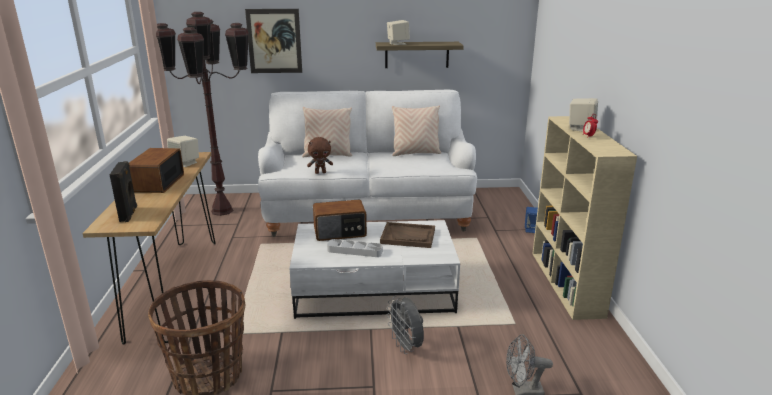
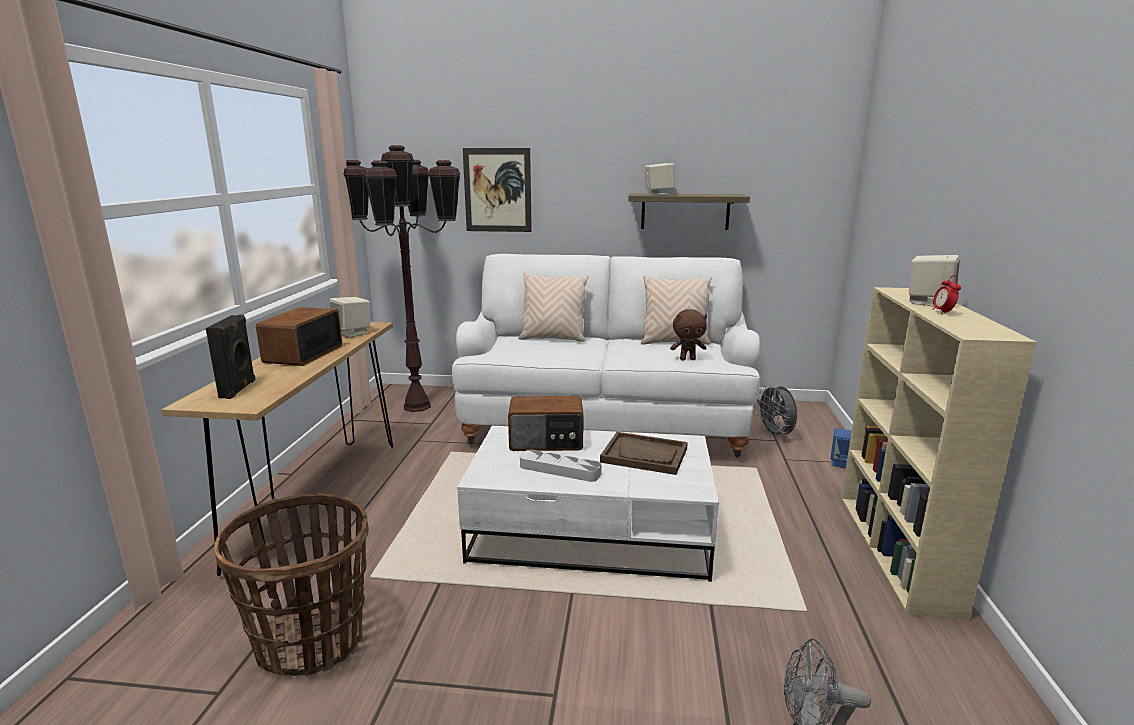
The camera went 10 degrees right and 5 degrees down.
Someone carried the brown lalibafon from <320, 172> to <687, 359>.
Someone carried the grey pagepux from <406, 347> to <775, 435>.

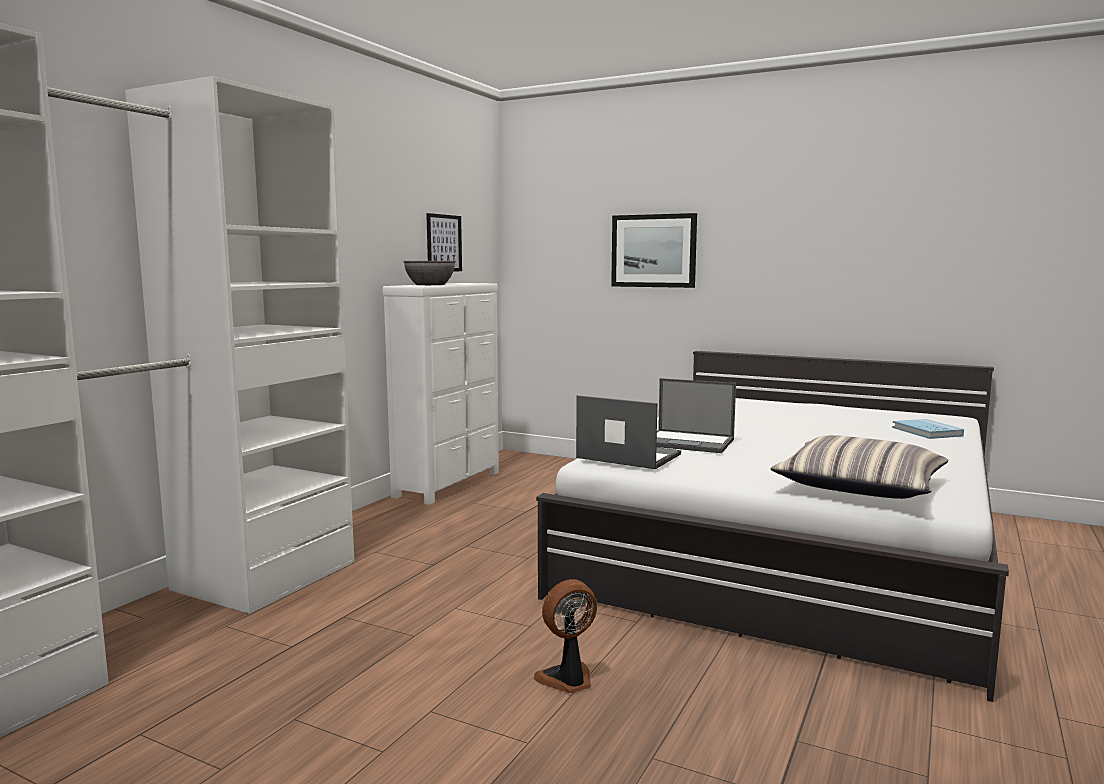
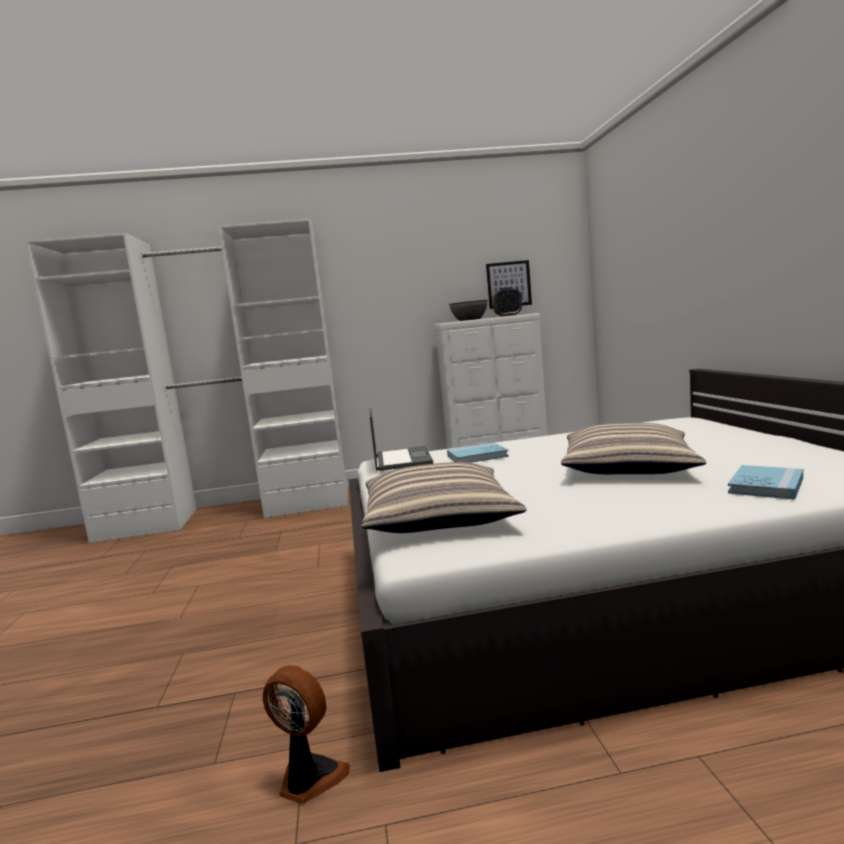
The camera went 55 degrees right and 0 degrees up.
Someone took away the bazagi at <653, 251>.
Someone swapped the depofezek at <689, 442> for the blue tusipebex at <477, 456>.
Someone carried the pagepux from <568, 680> to <309, 779>.
Someone put down the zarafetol at <508, 315>.
Someone put down the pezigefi at <627, 466>.

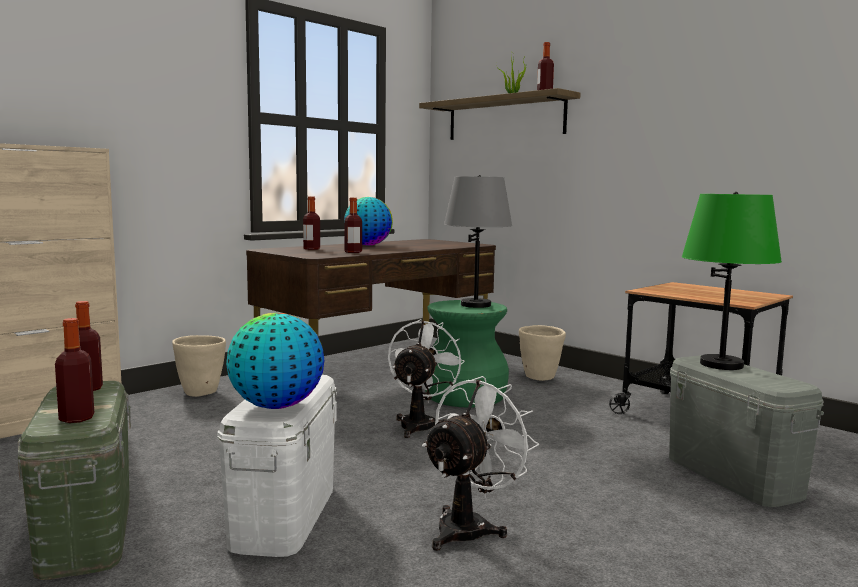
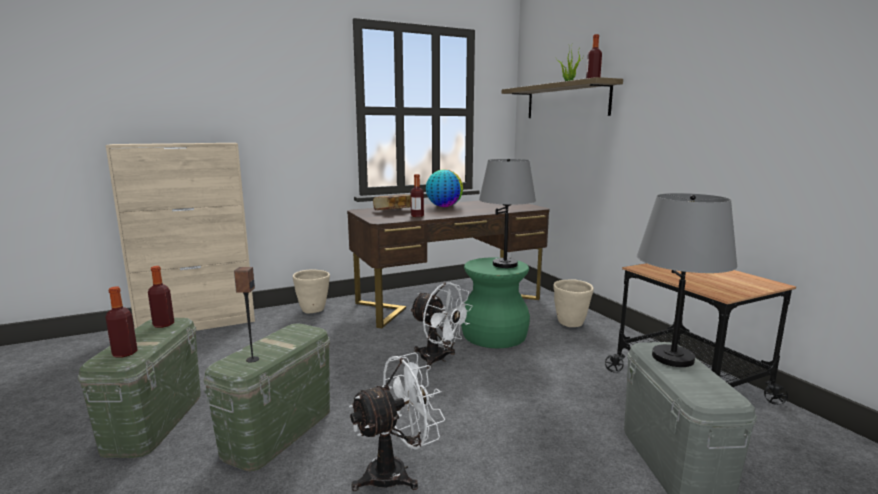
The camera went 20 degrees right and 5 degrees up.
Someone repainted the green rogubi at <722, 365>, which became the grey rogubi at <673, 358>.
Someone swapped the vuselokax at <311, 249> for the tusipebex at <394, 211>.
Someone swapped the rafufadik at <276, 406> for the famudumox at <252, 359>.
Someone rotated the white pagepux at <420, 424> by 90 degrees clockwise.
Someone repainted the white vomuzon at <284, 515>, which became the green vomuzon at <278, 431>.

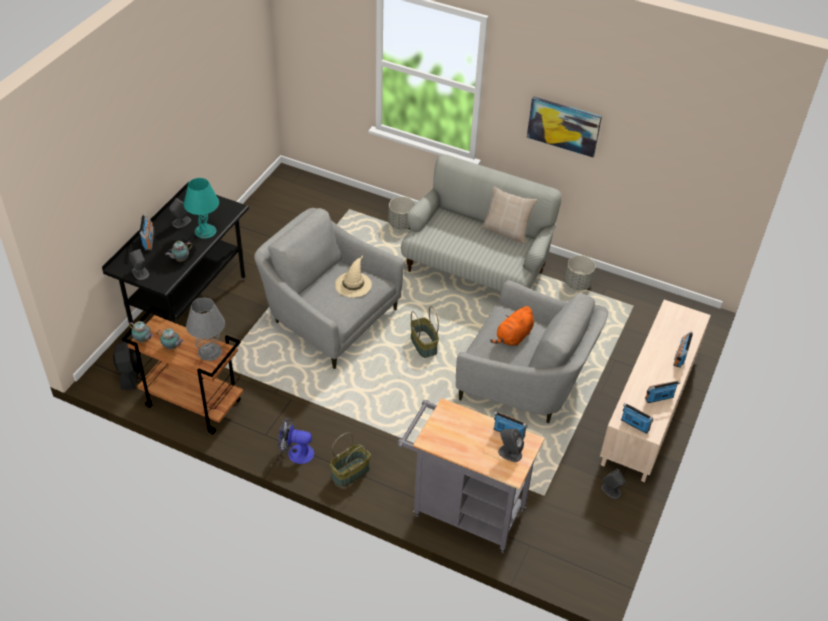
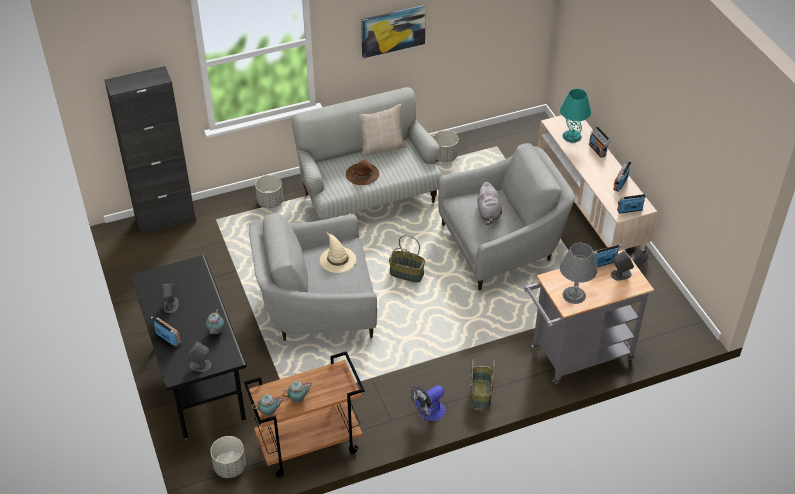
The camera went 45 degrees left and 0 degrees up.
Someone carried the turquoise rogubi from <205, 231> to <571, 136>.
Someone carried the grey rogubi from <210, 351> to <573, 295>.
Someone repainted the orange lalibafon at <513, 337>, which became the grey lalibafon at <488, 213>.
Someone swapped the black pagepux at <130, 374> for the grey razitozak at <229, 467>.
Someone put down the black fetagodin at <165, 220>.
Someone put down the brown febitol at <363, 174>.

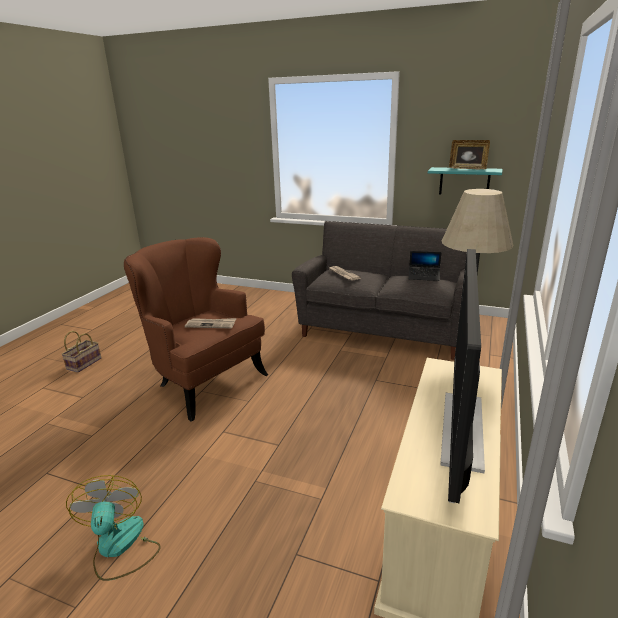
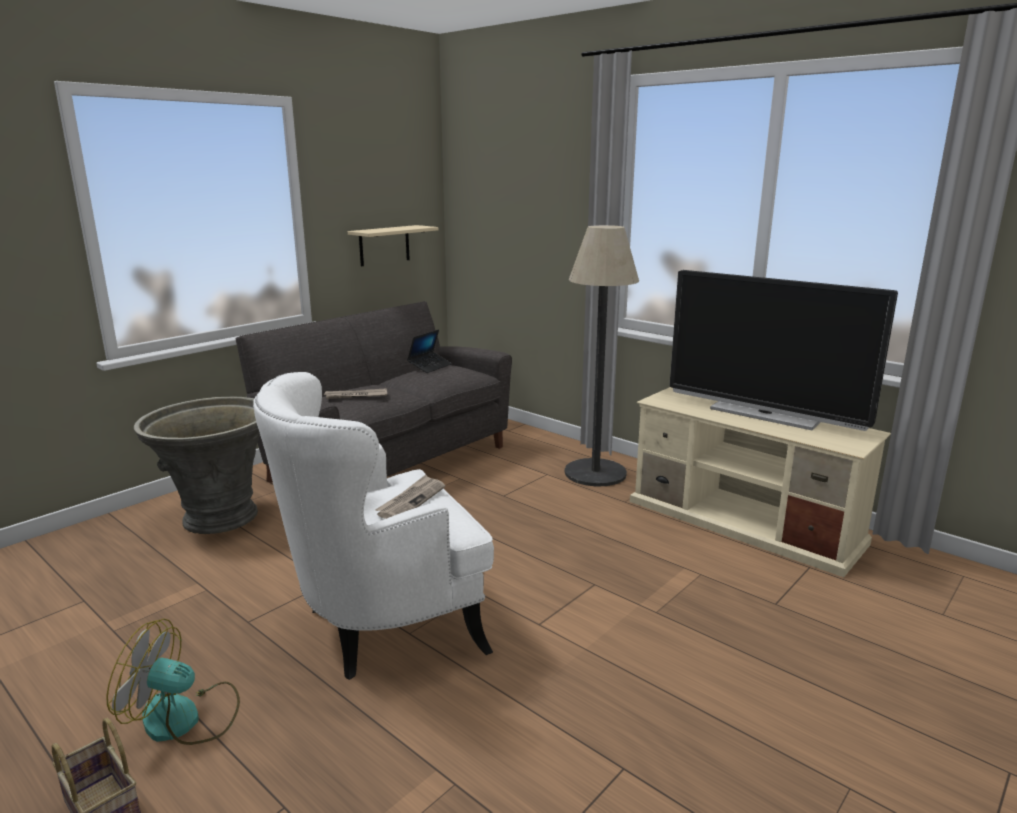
The camera went 70 degrees left and 5 degrees down.
Someone took away the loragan at <467, 168>.
Someone repainted the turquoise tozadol at <464, 181>, which became the beige tozadol at <384, 245>.
Someone repainted the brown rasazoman at <204, 381>, which became the white rasazoman at <381, 626>.
Someone carried the pagepux from <119, 547> to <184, 719>.
Someone put down the grey razitozak at <219, 517>.

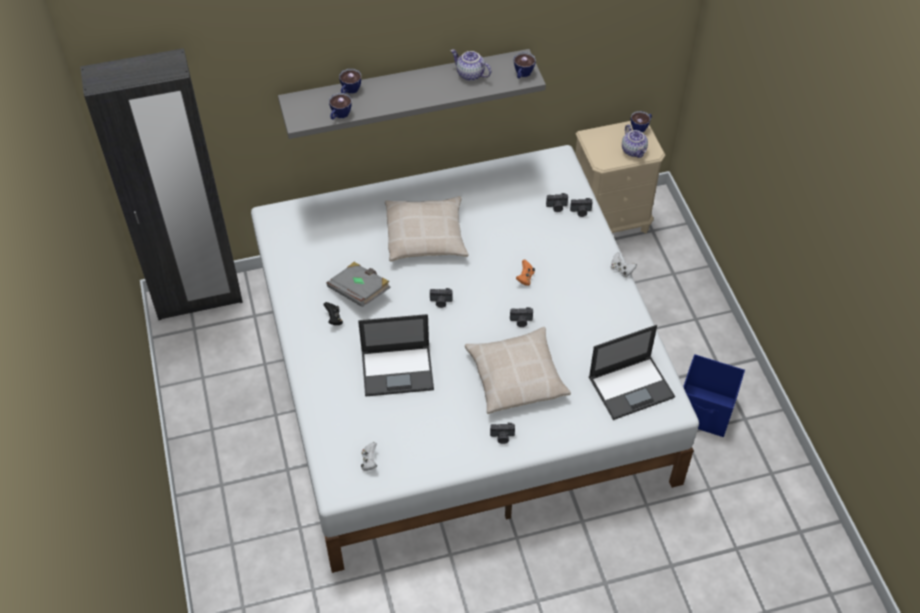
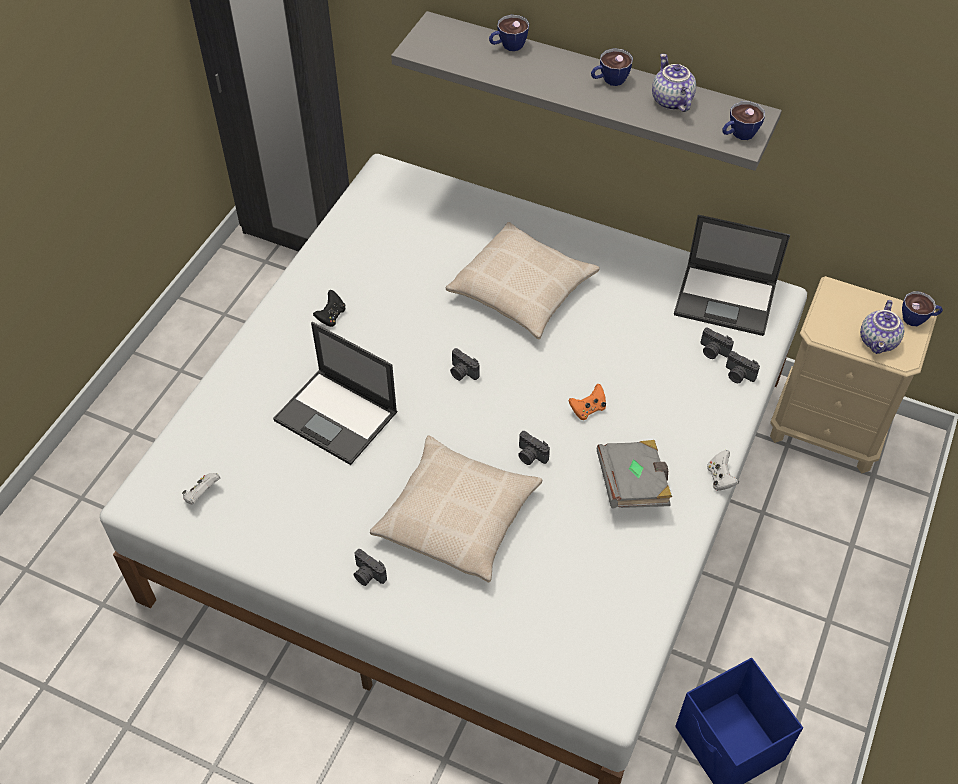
The camera went 40 degrees right and 0 degrees up.
Someone carried the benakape from <339, 115> to <609, 80>.
Someone carried the grey tusipebex from <360, 291> to <633, 484>.
Someone carried the depofezek from <632, 387> to <726, 299>.

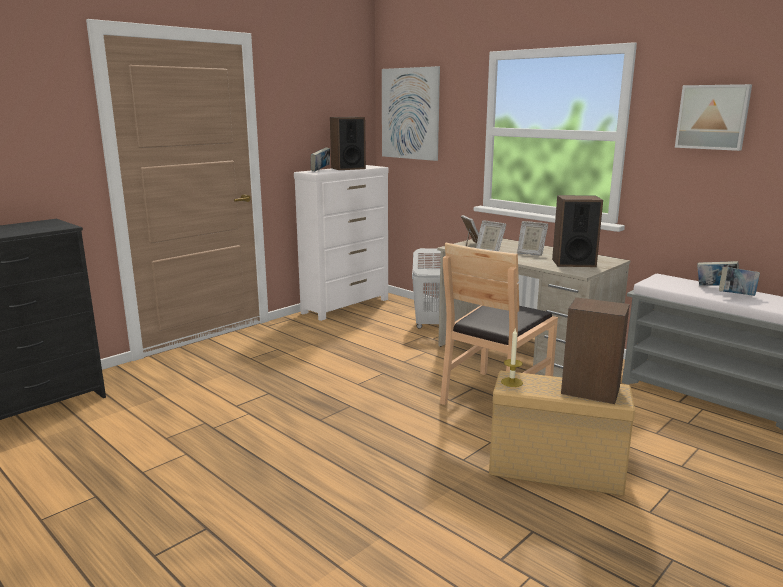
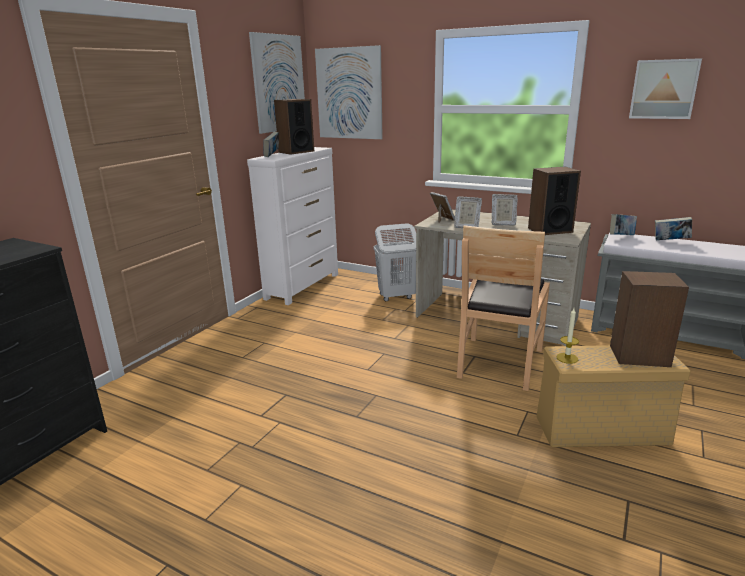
The camera went 15 degrees left and 5 degrees up.
Someone carried the tusipebex from <736, 296> to <621, 237>.
Someone put up the bazagi at <279, 83>.

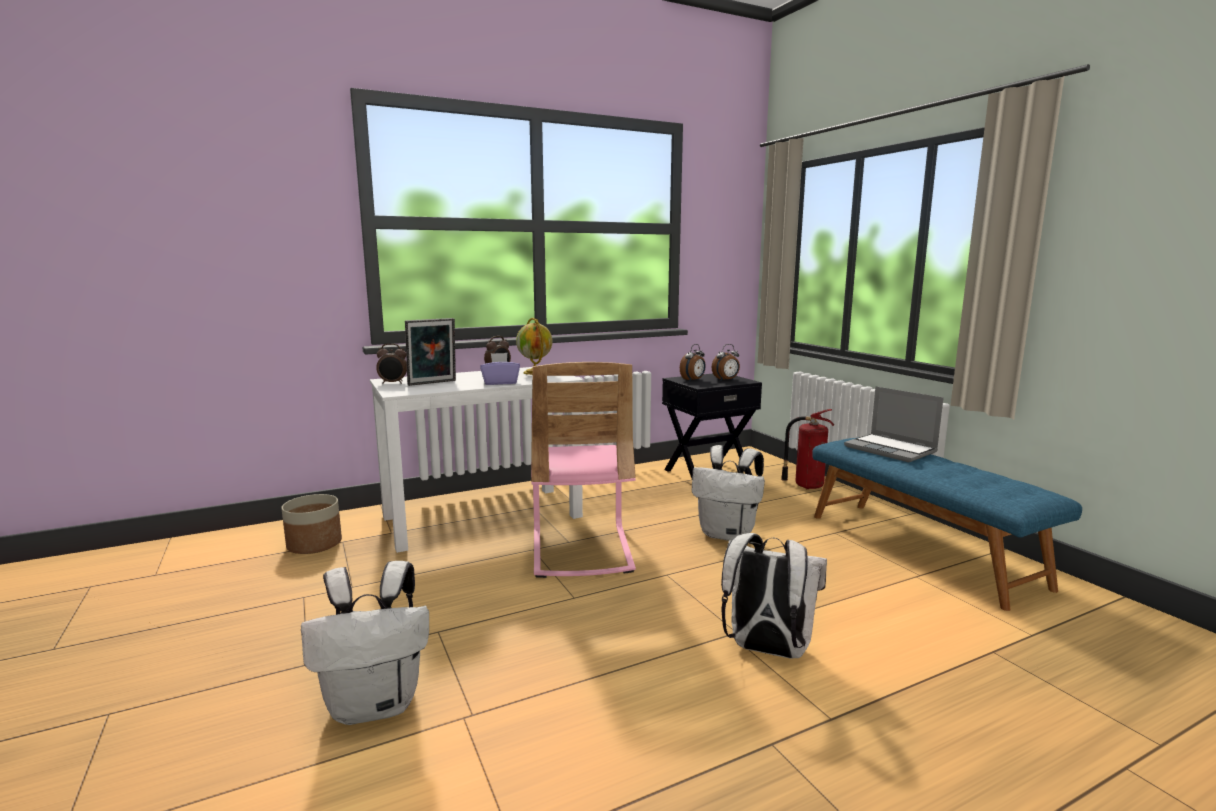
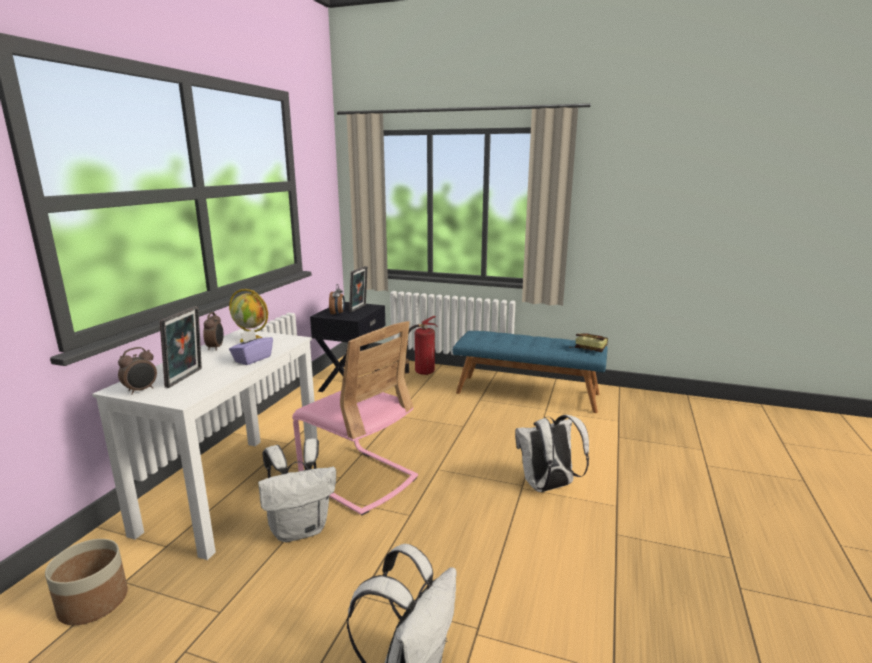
The camera went 45 degrees left and 5 degrees up.
Someone swapped the zarafetol at <726, 380> for the loragan at <359, 308>.
Someone took away the depofezek at <891, 450>.
Someone carried the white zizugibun from <728, 534> to <300, 529>.
Someone put down the tusipebex at <587, 349>.

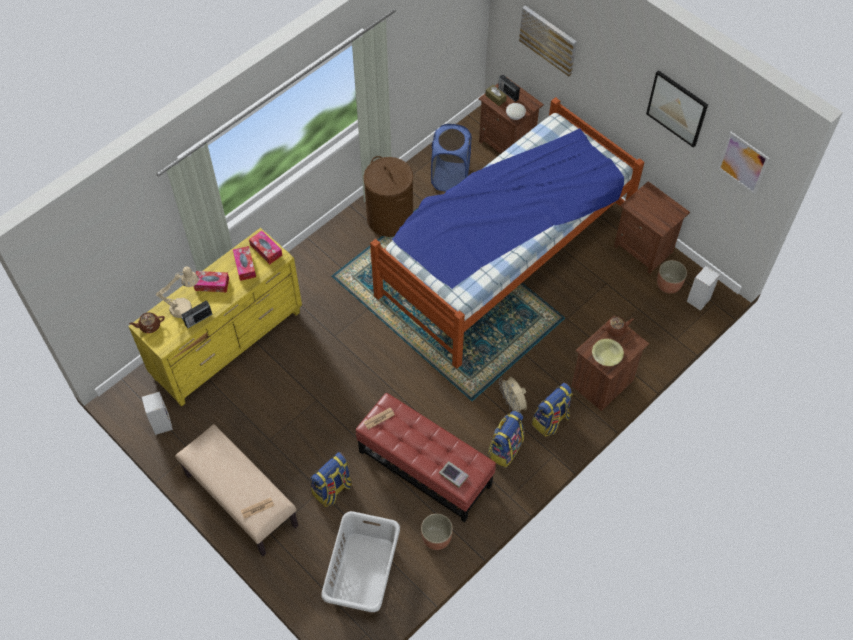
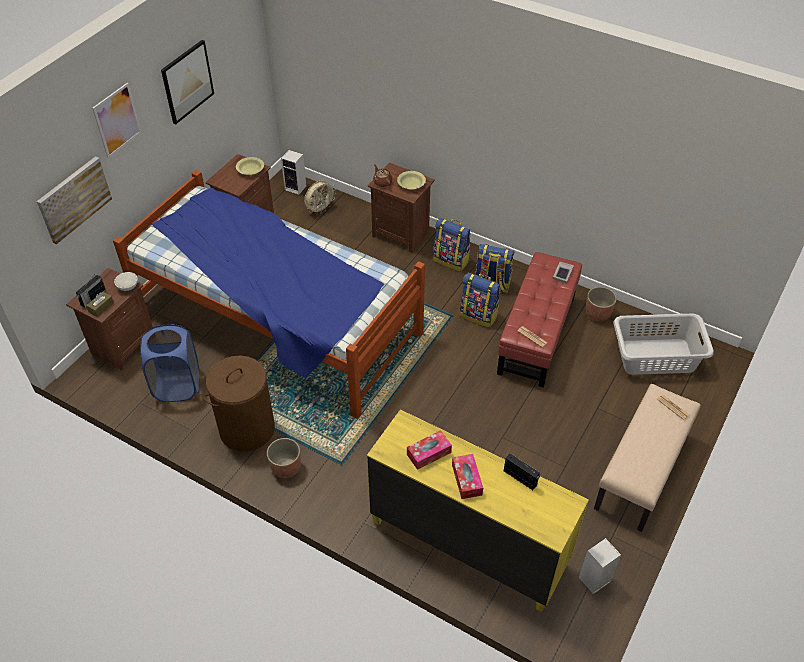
The camera went 105 degrees left and 10 degrees down.
Someone carried the bazagi from <743, 162> to <117, 120>.
Someone took away the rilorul at <266, 250>.
Someone carried the razitozak from <668, 284> to <285, 467>.
Someone took away the beige rogubi at <185, 306>.
Someone took away the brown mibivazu at <149, 326>.
Someone carried the beige pagepux from <513, 404> to <320, 209>.
Someone carried the zizugibun from <332, 490> to <479, 315>.
Someone put down the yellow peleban at <250, 170>.

